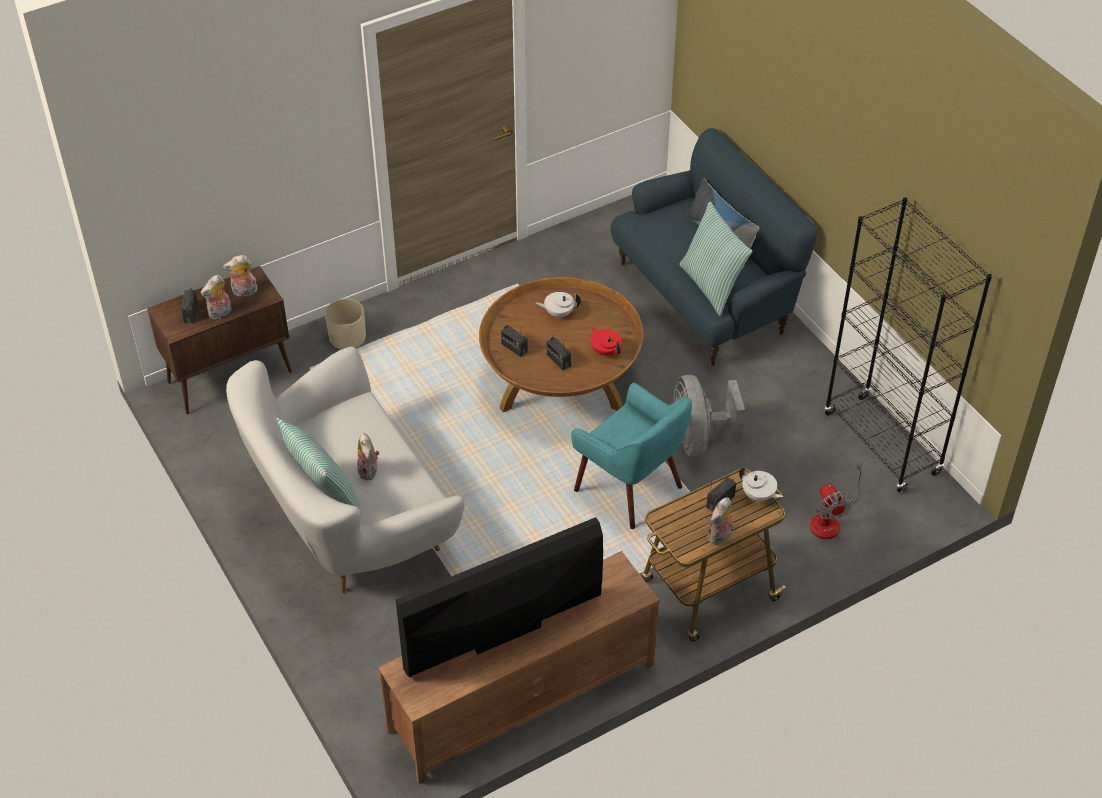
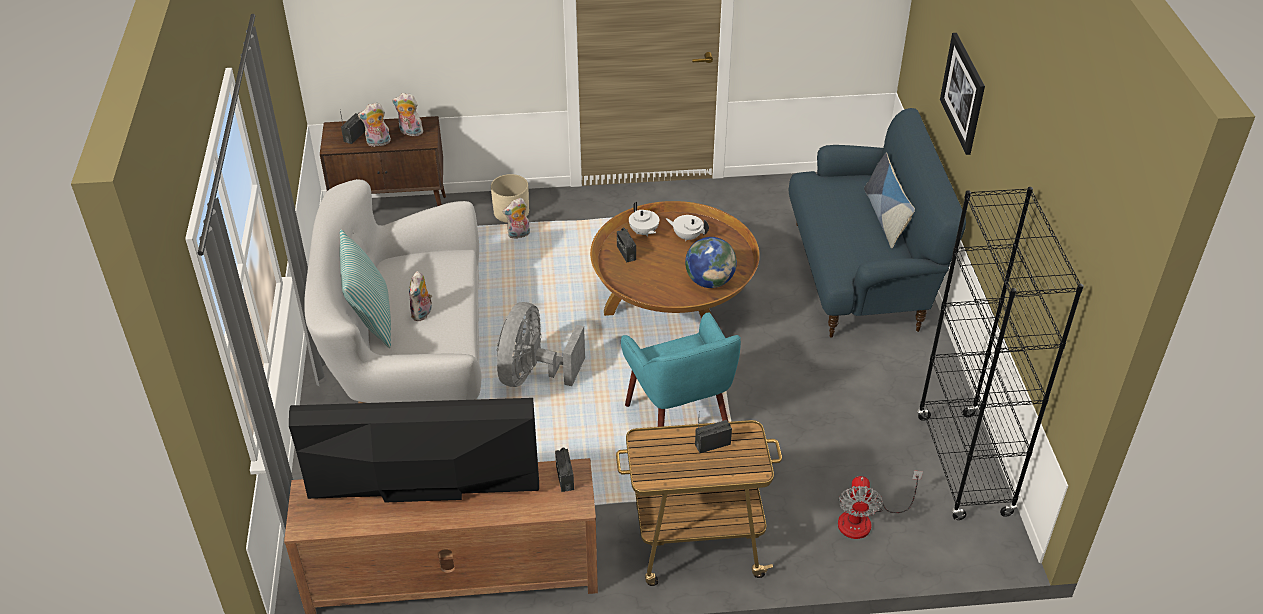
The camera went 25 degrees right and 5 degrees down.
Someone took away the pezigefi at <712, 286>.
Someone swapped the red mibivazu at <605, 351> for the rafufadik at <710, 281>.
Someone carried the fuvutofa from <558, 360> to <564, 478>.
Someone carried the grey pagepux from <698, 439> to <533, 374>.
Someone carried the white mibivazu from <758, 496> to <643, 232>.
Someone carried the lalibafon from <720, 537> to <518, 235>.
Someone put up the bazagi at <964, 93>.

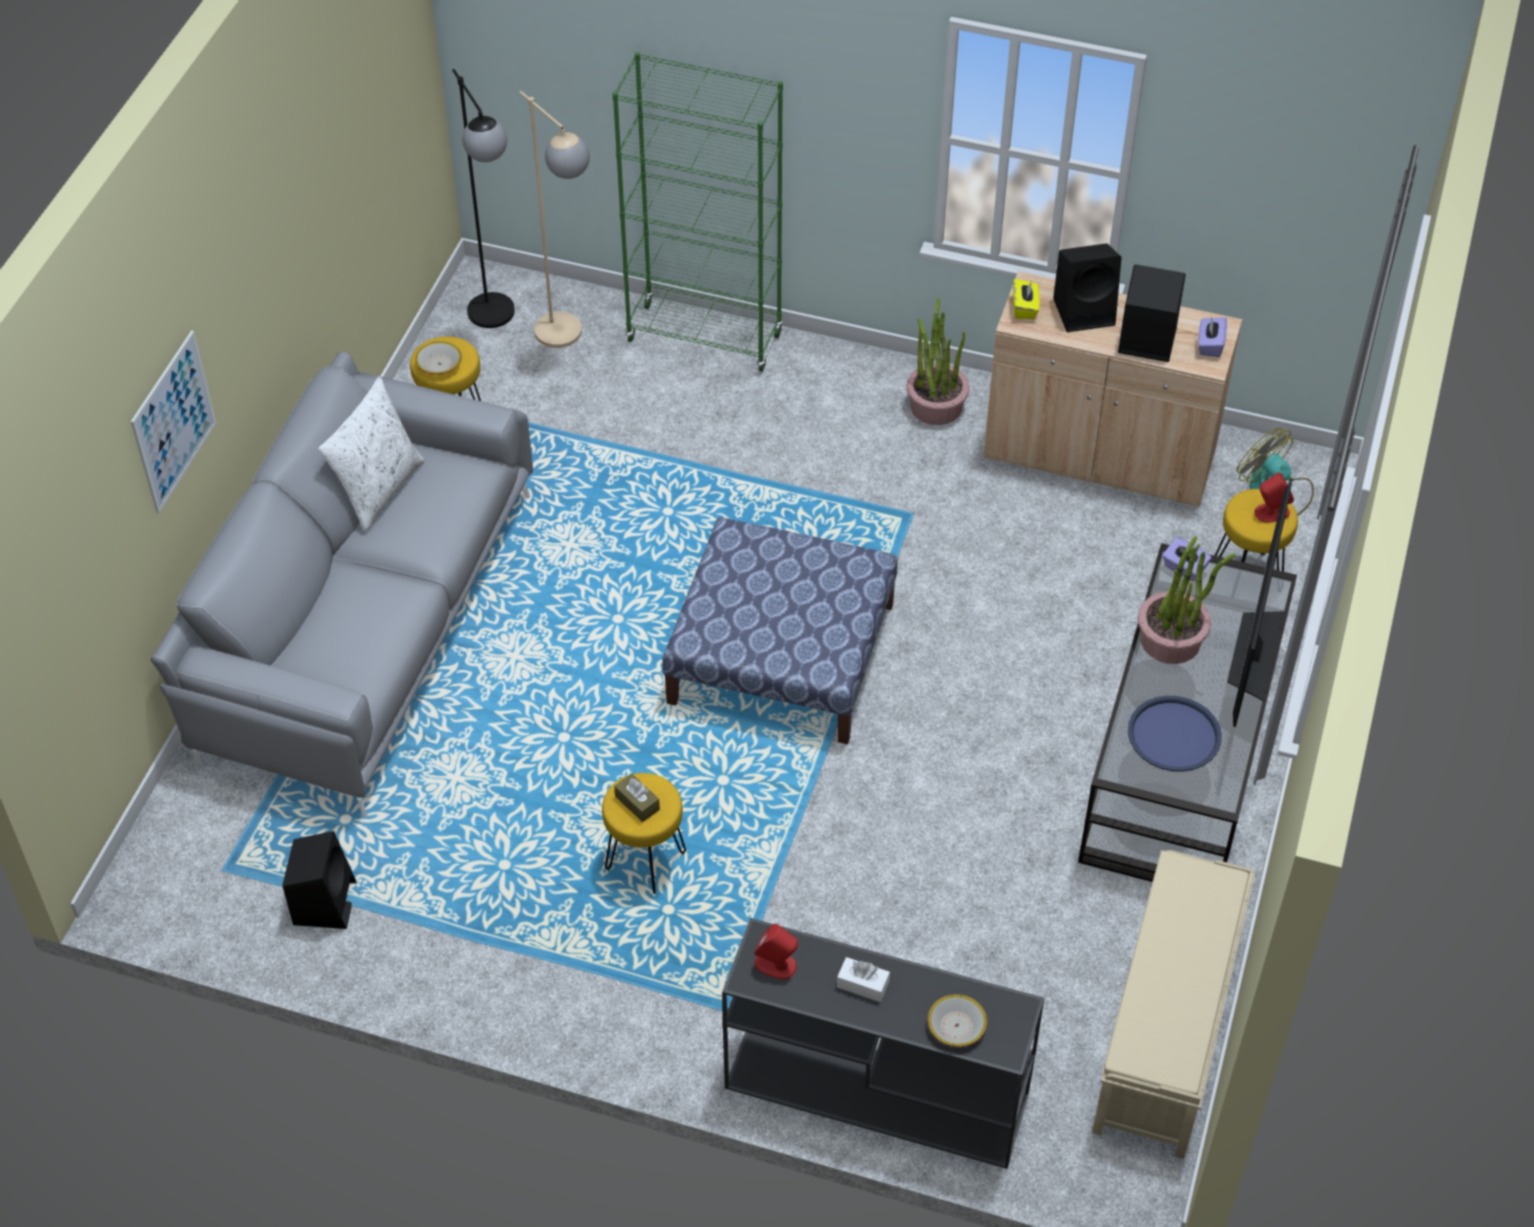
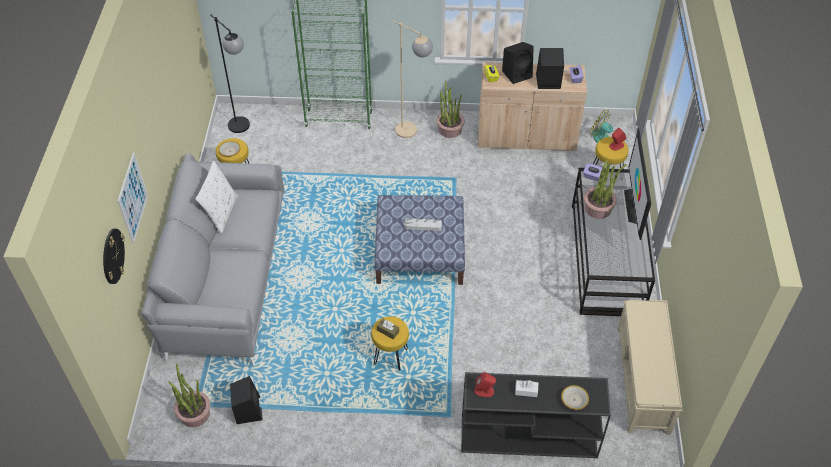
The camera went 15 degrees left and 0 degrees up.
Someone carried the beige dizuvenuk from <568, 340> to <412, 133>.
Someone took away the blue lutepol at <1174, 735>.
Someone put down the grey lutepol at <423, 226>.
Someone put up the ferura at <112, 256>.
Someone put down the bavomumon at <194, 414>.

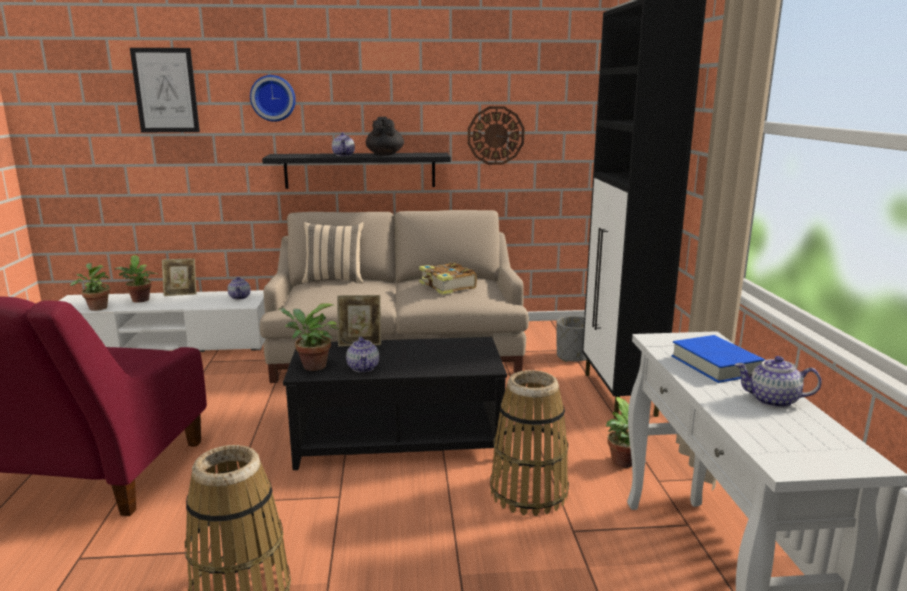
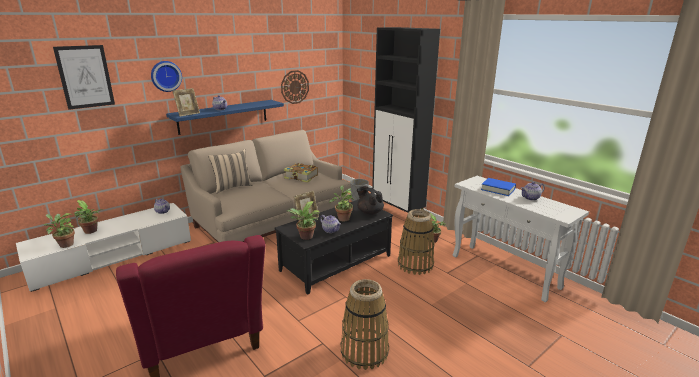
The camera went 35 degrees left and 5 degrees up.
Someone carried the black mibivazu from <385, 154> to <369, 212>.
Someone repainted the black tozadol at <360, 170>, which became the blue tozadol at <223, 116>.
Someone carried the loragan from <181, 293> to <188, 114>.
Someone put down the bavomumon at <343, 218>.

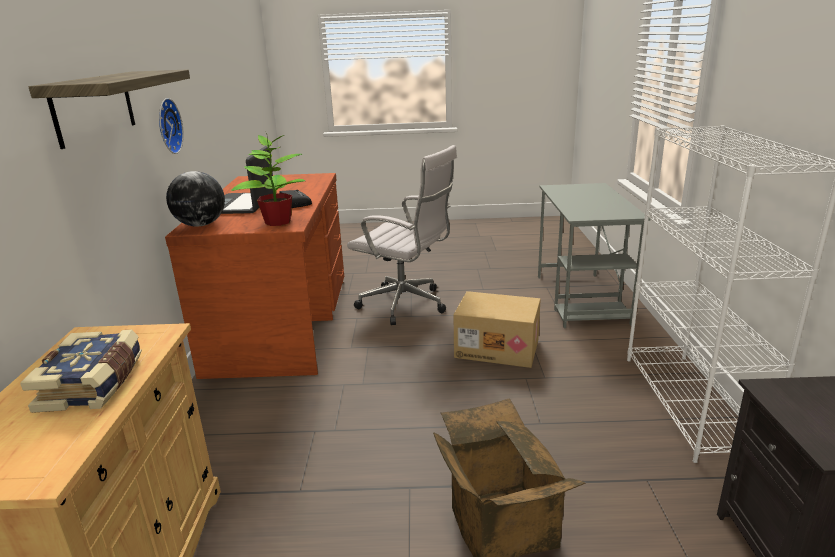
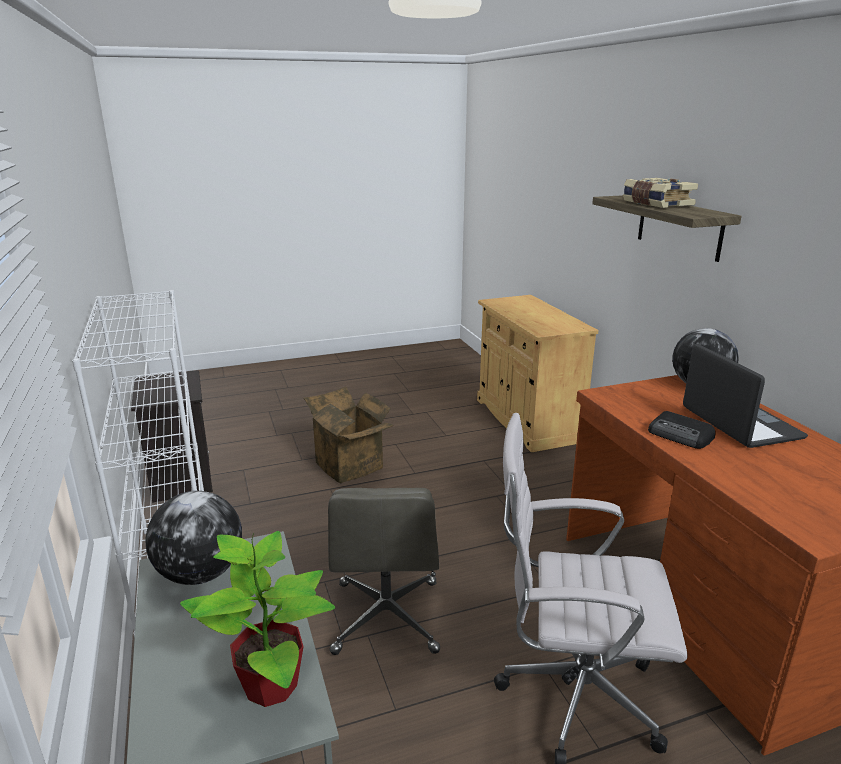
The camera went 160 degrees right and 0 degrees up.
Someone took away the ferura at <167, 126>.
Someone carried the bavomumon from <277, 222> to <273, 685>.
Someone swapped the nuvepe at <497, 348> for the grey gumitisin at <387, 618>.
Someone carried the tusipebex from <94, 384> to <656, 204>.
Someone put down the rafufadik at <201, 573>.

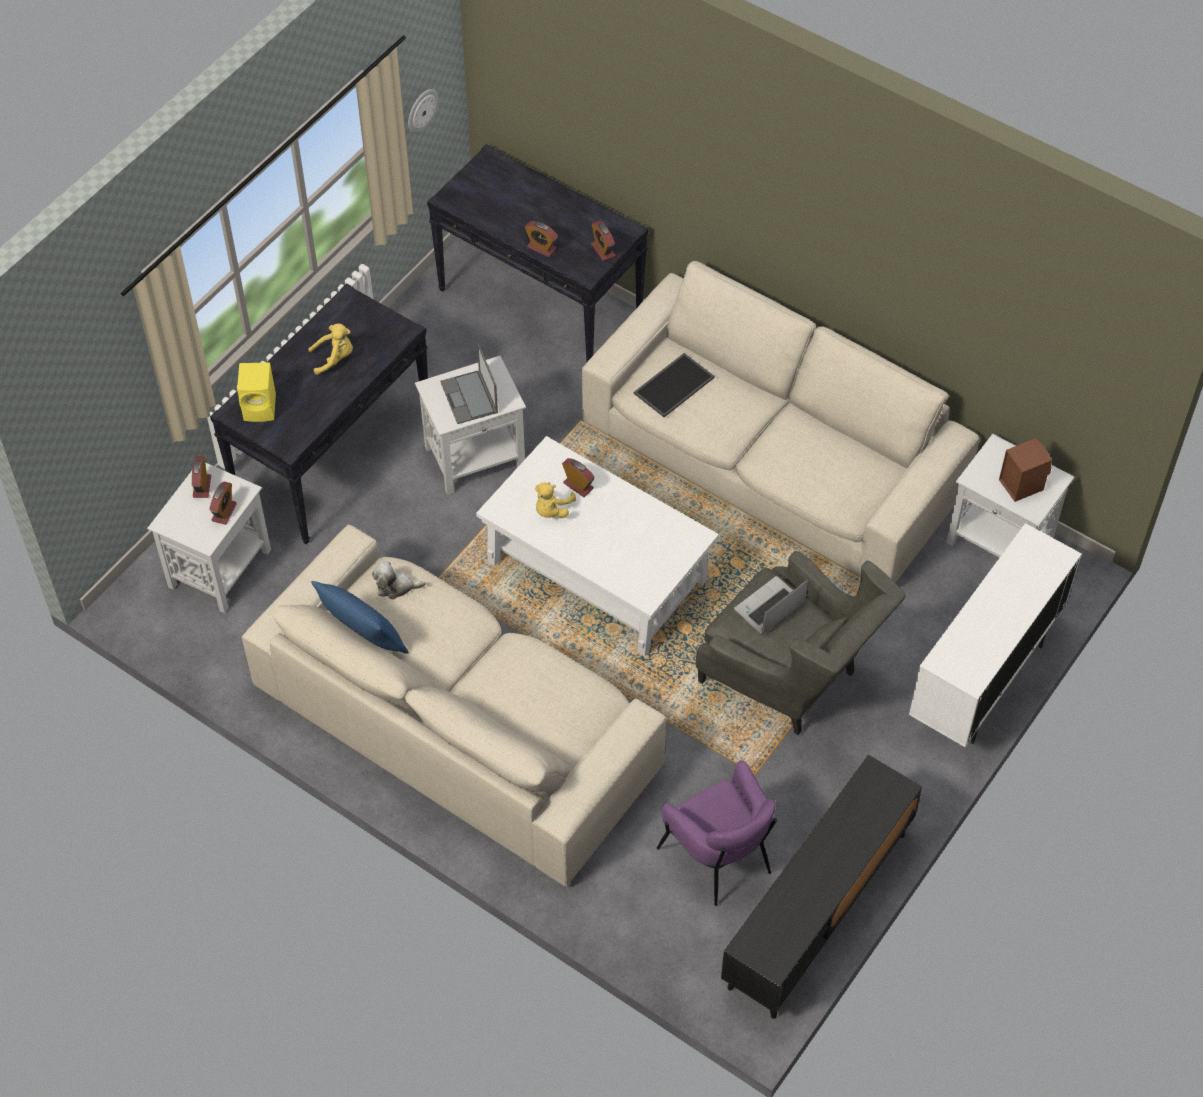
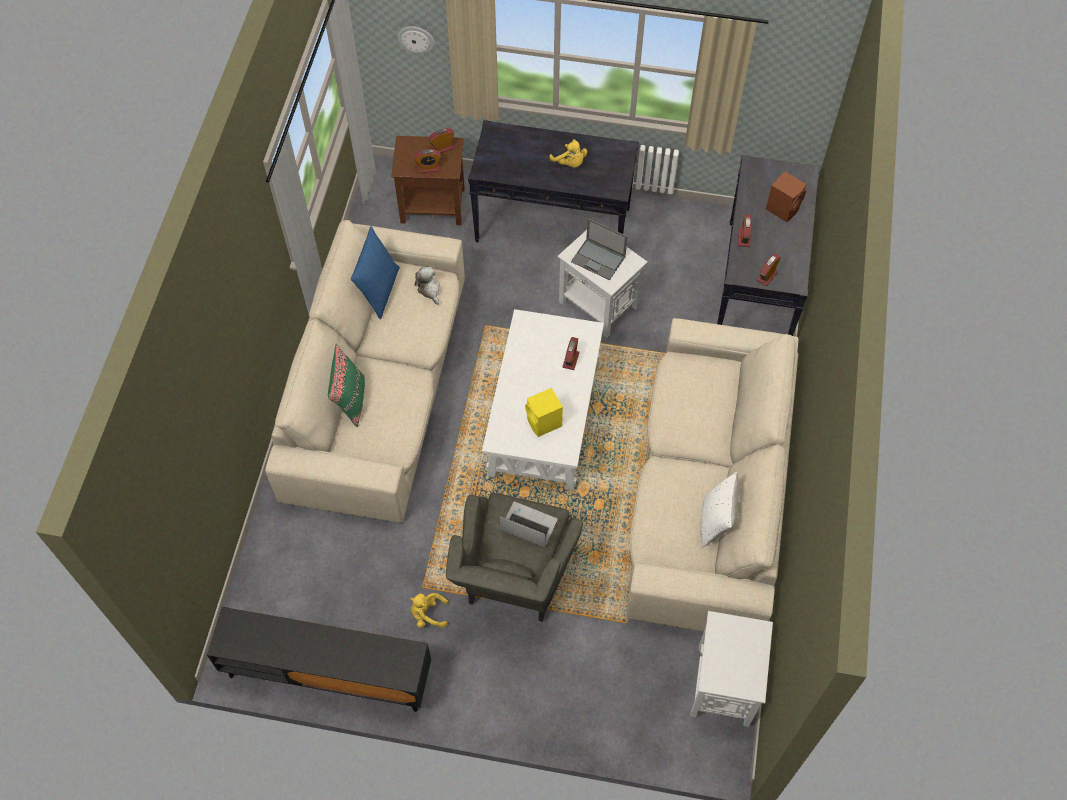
The camera went 65 degrees right and 5 degrees up.
Someone carried the ferura from <421, 110> to <416, 39>.
Someone rotated the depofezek at <469, 398> by 105 degrees counterclockwise.
Someone took away the lutepol at <673, 384>.
Someone carried the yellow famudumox from <261, 408> to <544, 423>.
Someone carried the brown famudumox from <1020, 484> to <783, 208>.
Someone repainted the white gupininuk at <219, 569>, which became the brown gupininuk at <432, 205>.
Someone carried the yellow lalibafon from <551, 510> to <428, 614>.
Someone took away the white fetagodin at <982, 681>.
Someone took away the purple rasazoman at <719, 857>.
Someone put down the green pezigefi at <350, 400>.
Someone put down the white pezigefi at <715, 521>.

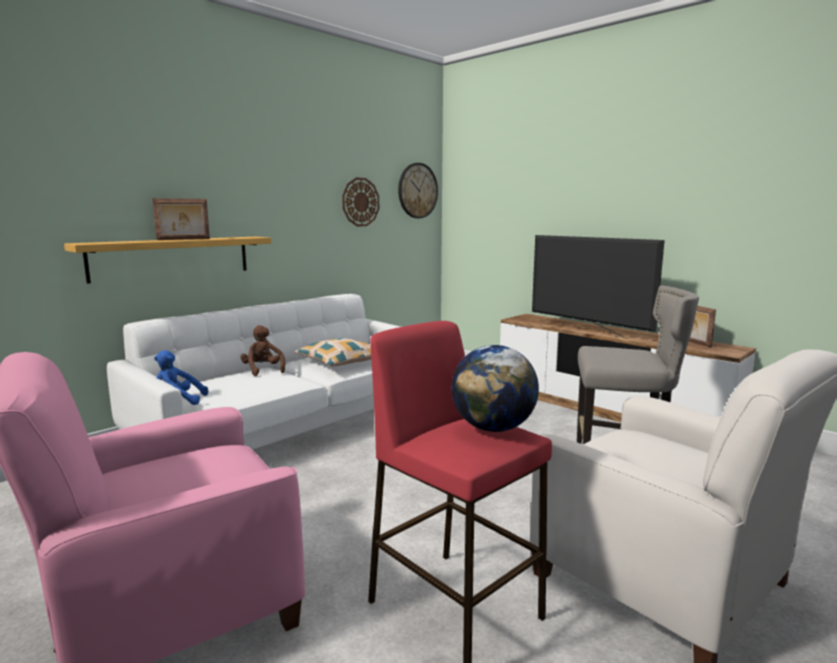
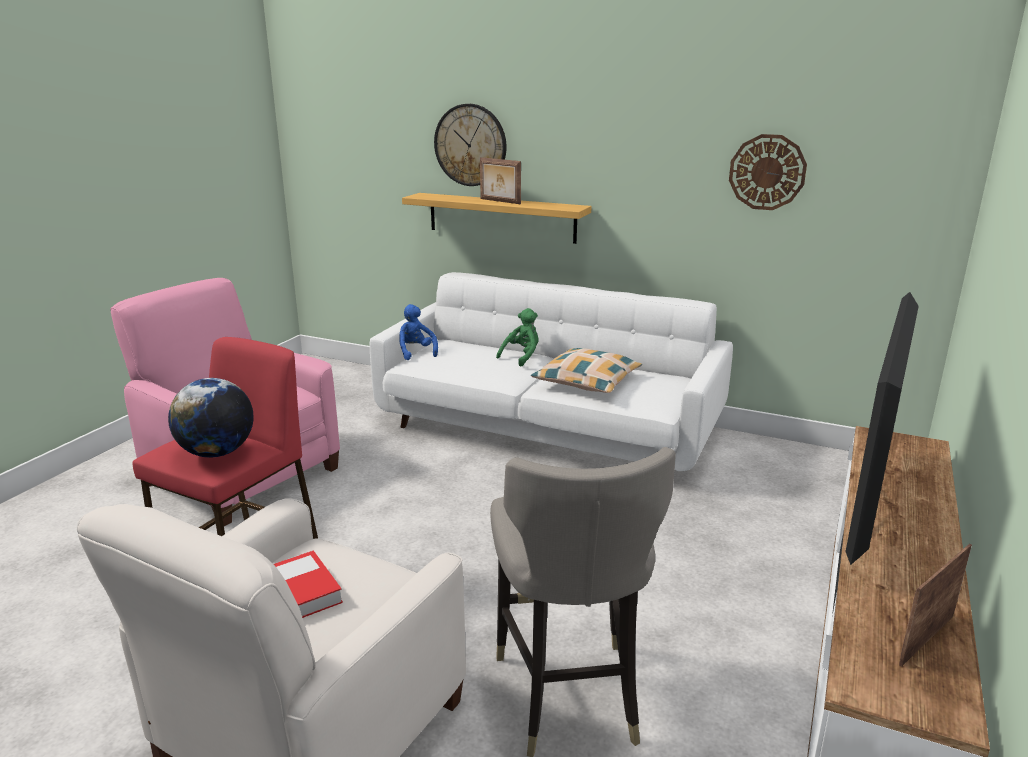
The camera went 70 degrees right and 10 degrees up.
Someone carried the ferura from <417, 190> to <470, 145>.
Someone repainted the brown lalibafon at <263, 370>, which became the green lalibafon at <522, 357>.
Someone put down the tusipebex at <305, 591>.

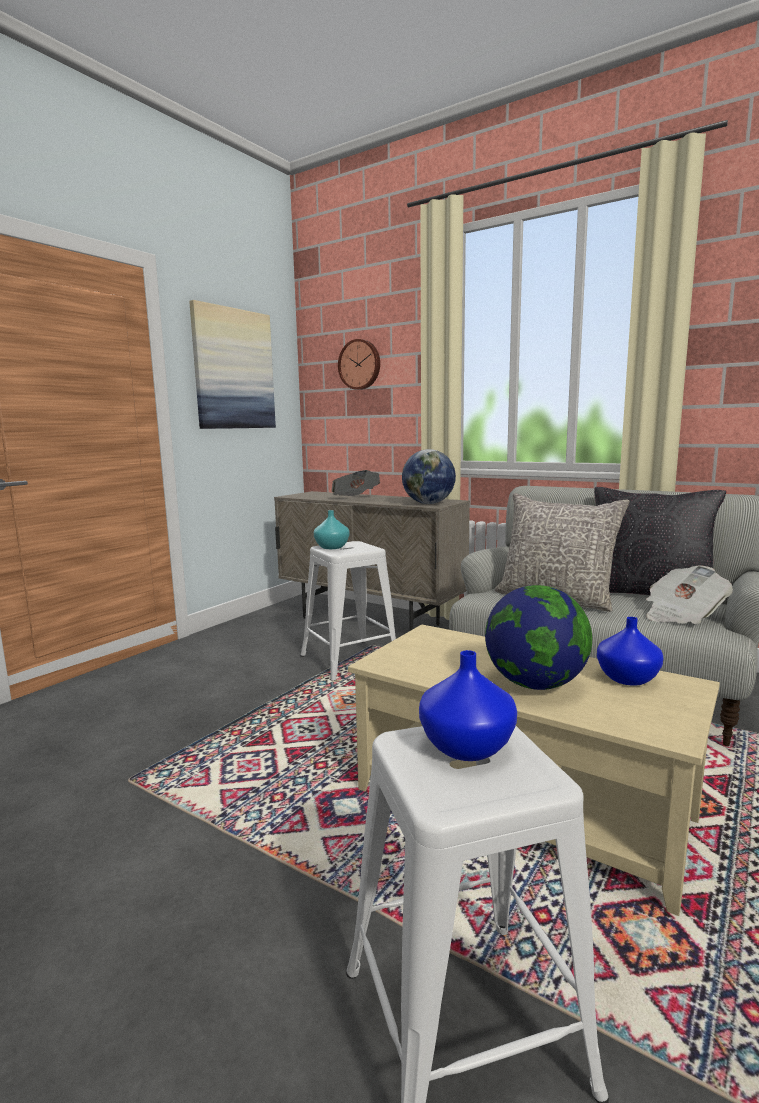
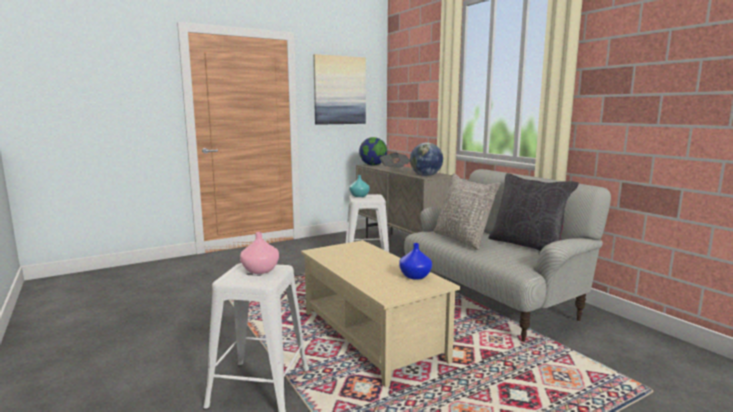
The camera went 25 degrees right and 0 degrees up.
Someone took away the ferura at <360, 364>.
Someone took away the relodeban at <682, 615>.
Someone carried the rafufadik from <535, 684> to <373, 165>.
Someone repainted the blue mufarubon at <467, 746>, which became the pink mufarubon at <261, 270>.

